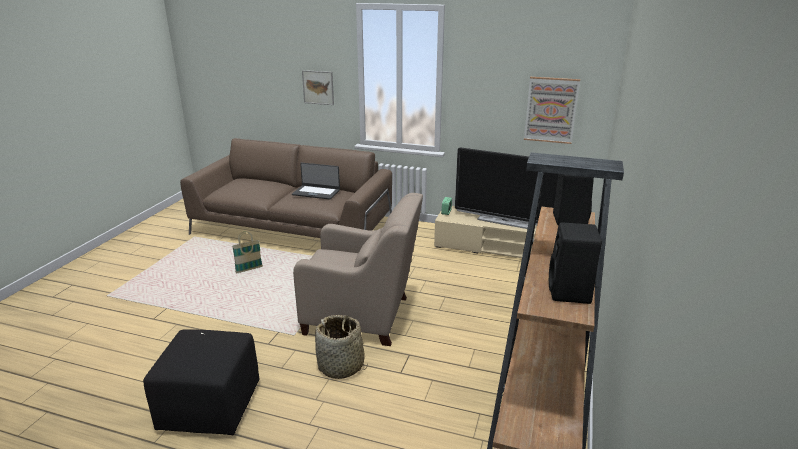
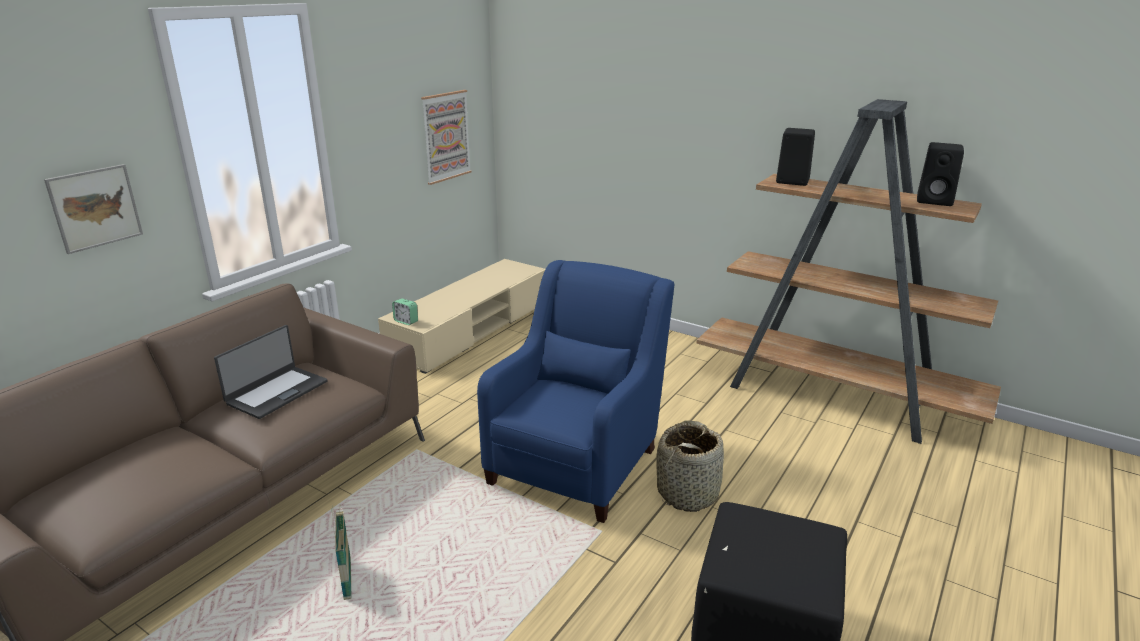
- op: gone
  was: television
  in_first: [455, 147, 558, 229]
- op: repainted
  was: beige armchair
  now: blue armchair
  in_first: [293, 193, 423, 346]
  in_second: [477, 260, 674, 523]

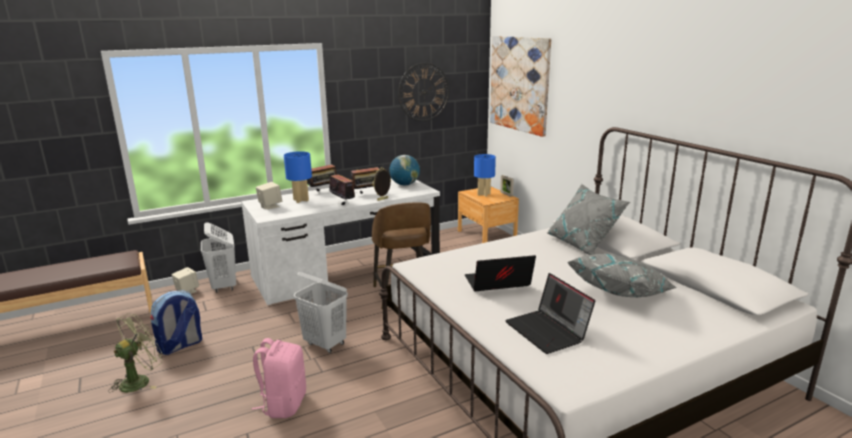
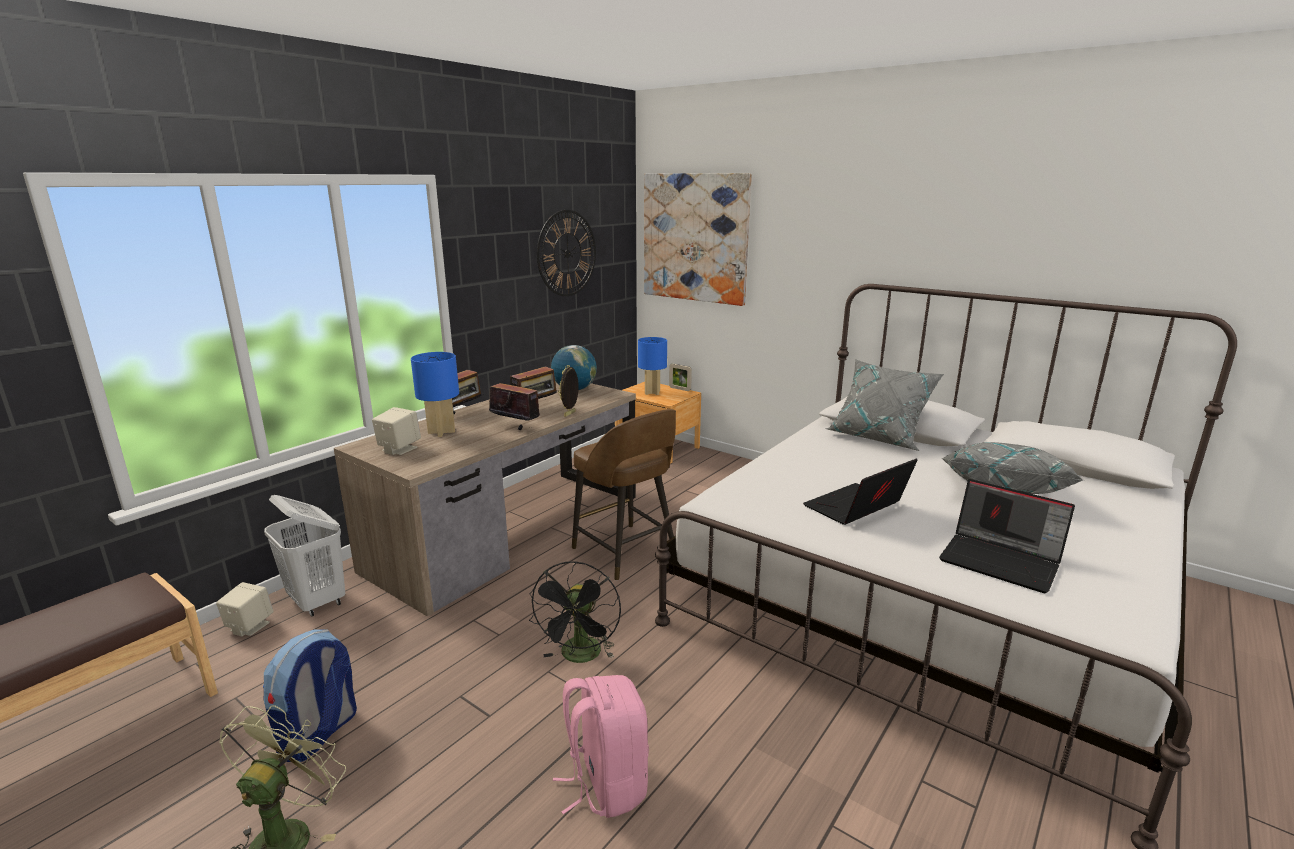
- op: repainted
  was: white desk
  now: brown desk
  in_first: [241, 178, 440, 305]
  in_second: [334, 381, 636, 616]
- op: swapped
  was: white laundry basket
  now: black fan
  in_first: [294, 272, 348, 353]
  in_second: [529, 561, 621, 663]

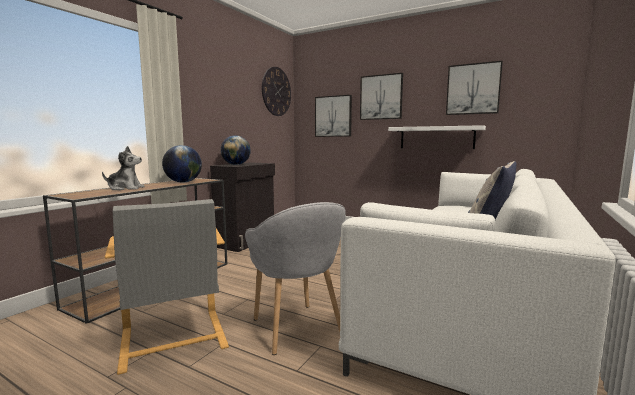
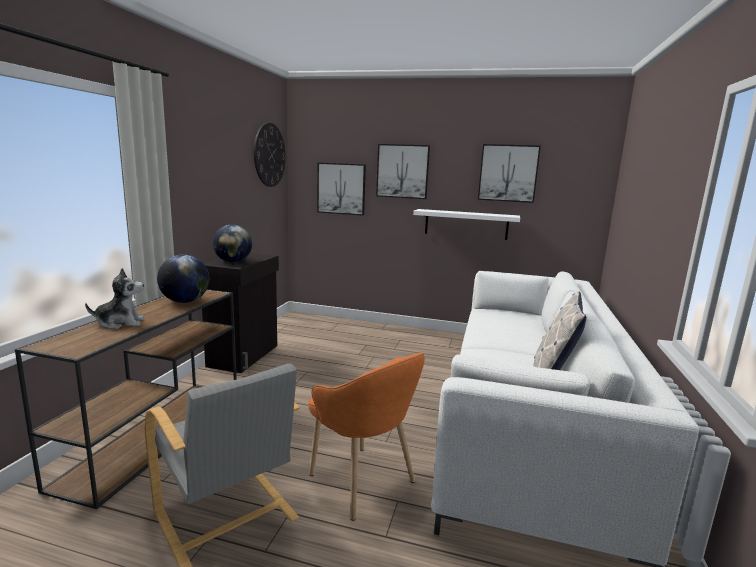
- op: repainted
  was: grey armchair
  now: orange armchair
  in_first: [245, 202, 346, 355]
  in_second: [308, 353, 425, 521]

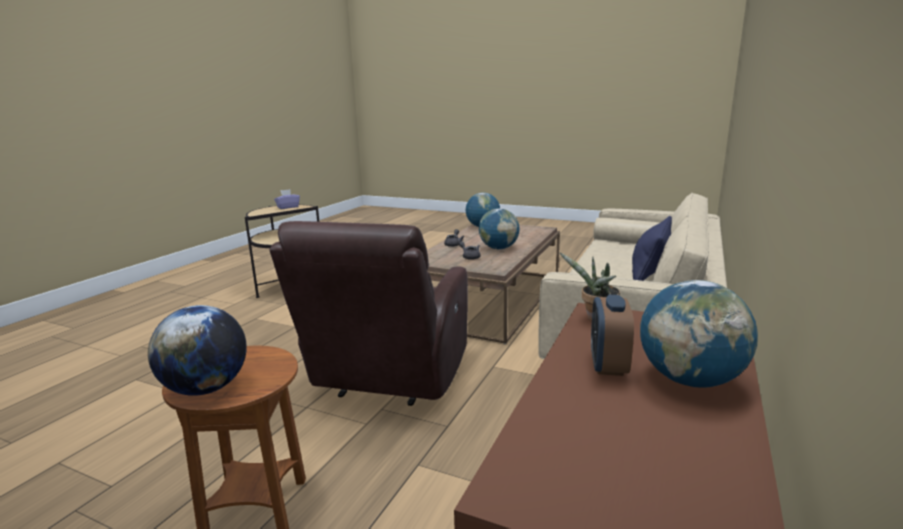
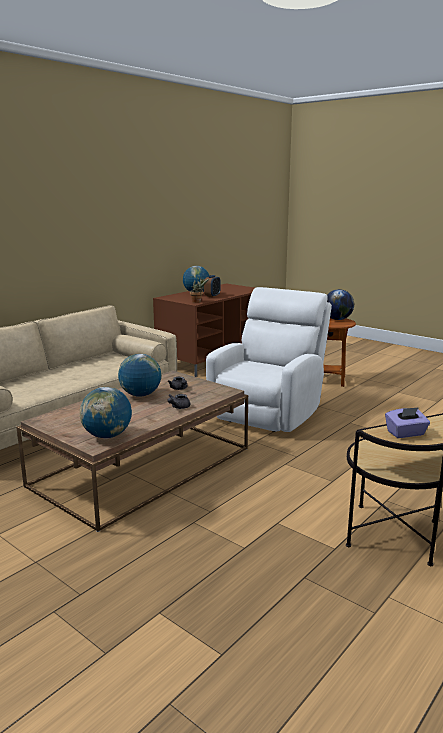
- op: gone
  was: blue pillow
  in_first: [632, 216, 672, 281]
- op: repainted
  was: brown armchair
  now: white armchair
  in_first: [270, 221, 468, 406]
  in_second: [206, 287, 332, 432]

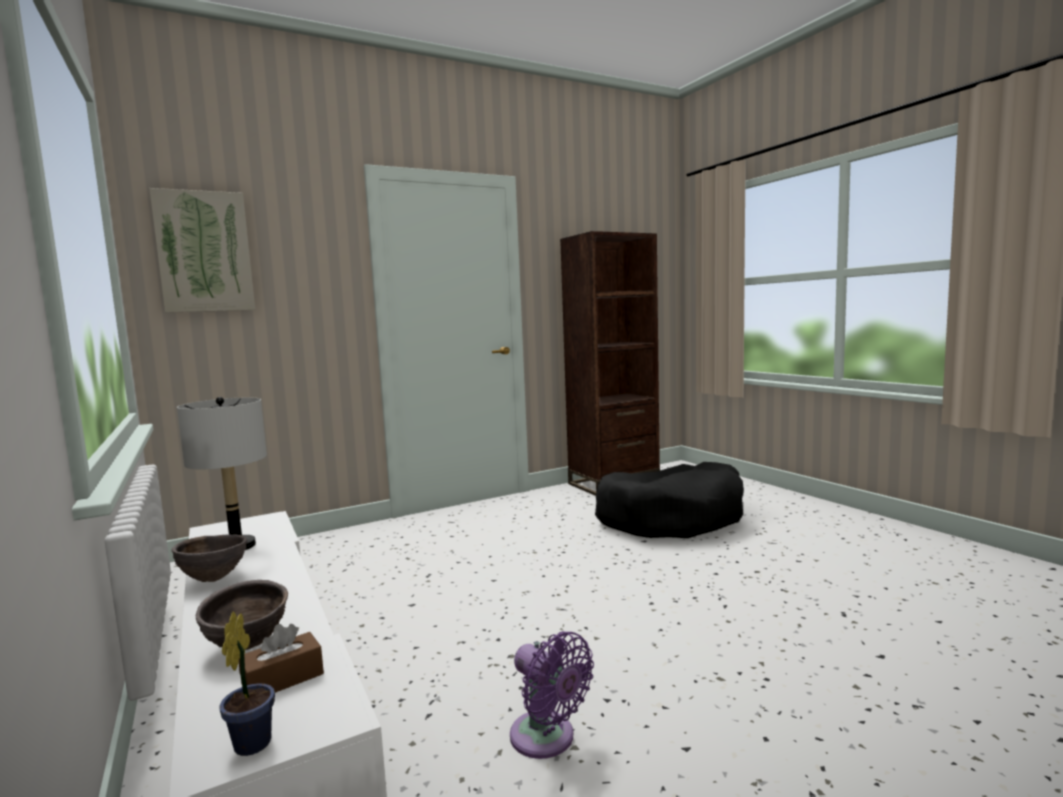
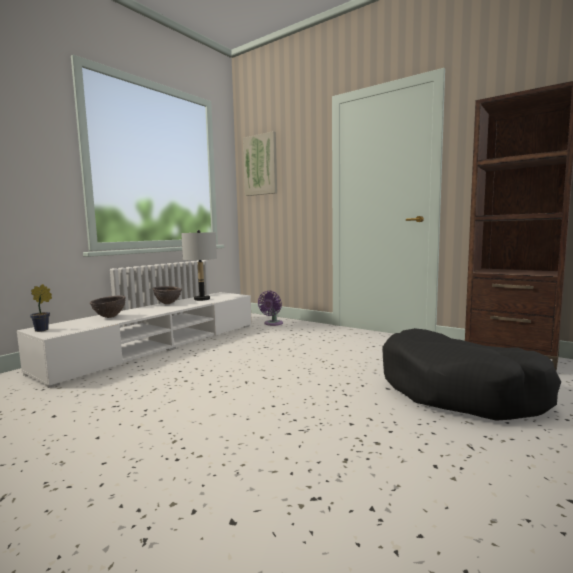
- op: gone
  was: brown tissue box
  in_first: [239, 624, 324, 693]
- op: shifted
  was: purple fan
  in_first: [510, 631, 594, 759]
  in_second: [258, 291, 283, 326]

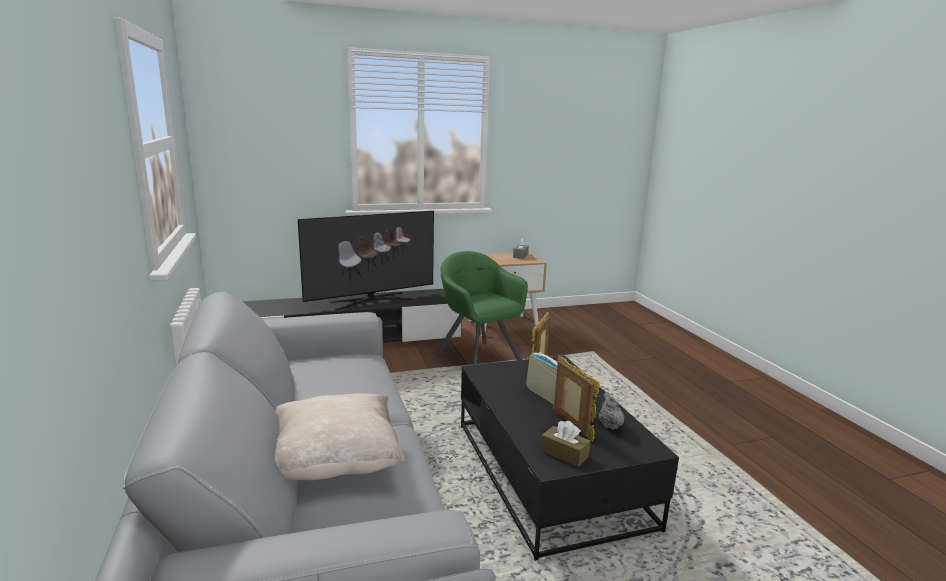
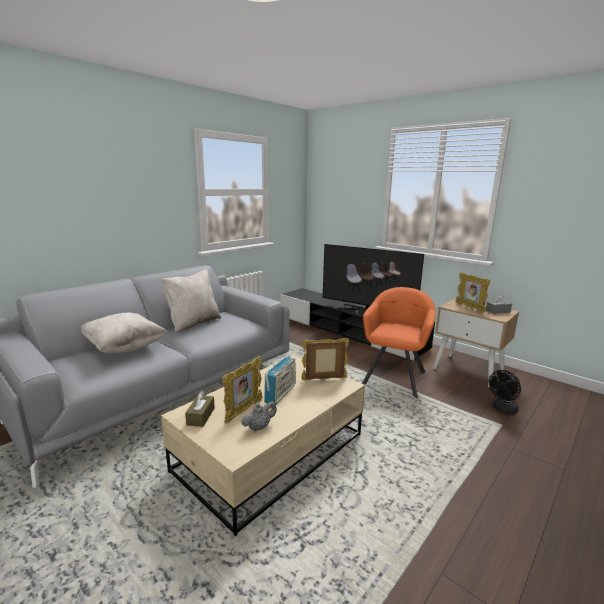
- op: repainted
  was: green armchair
  now: orange armchair
  in_first: [435, 251, 528, 365]
  in_second: [362, 287, 436, 398]
- op: repainted
  was: black coffee table
  now: beige coffee table
  in_first: [461, 355, 679, 561]
  in_second: [161, 355, 365, 536]
- op: new
  now: beige pillow
  in_second: [161, 270, 221, 333]
- op: new
  now: picture frame
  in_second: [456, 273, 490, 312]
- op: new
  now: black fan
  in_second: [489, 370, 521, 414]

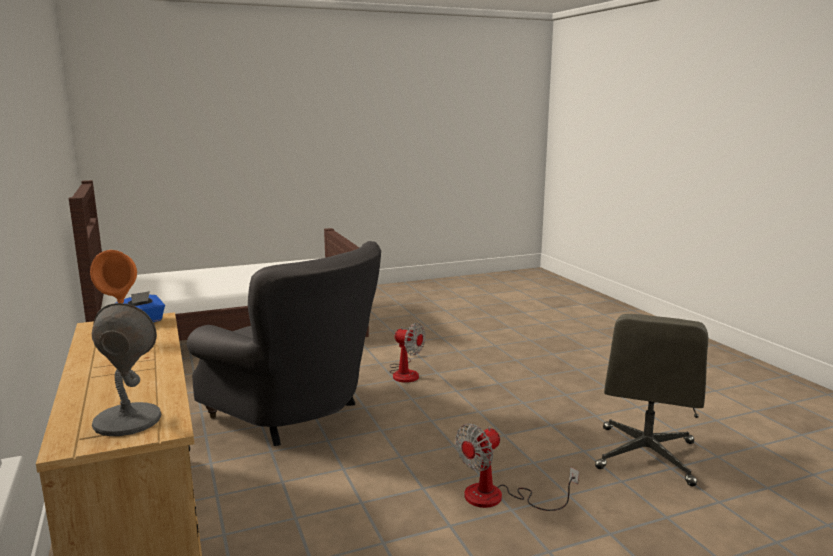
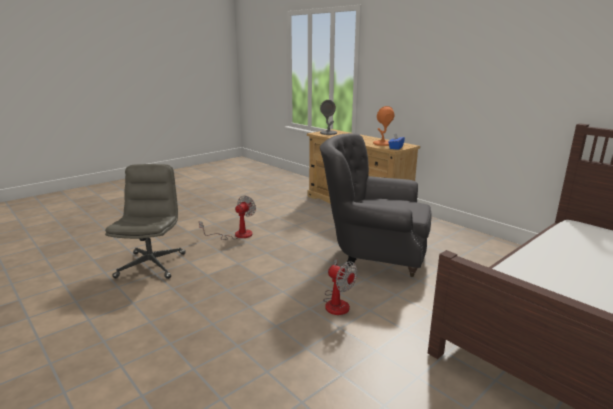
- op: rotated
  was: fan
  in_first: [389, 323, 425, 383]
  in_second: [323, 259, 358, 315]
  clockwise: -150

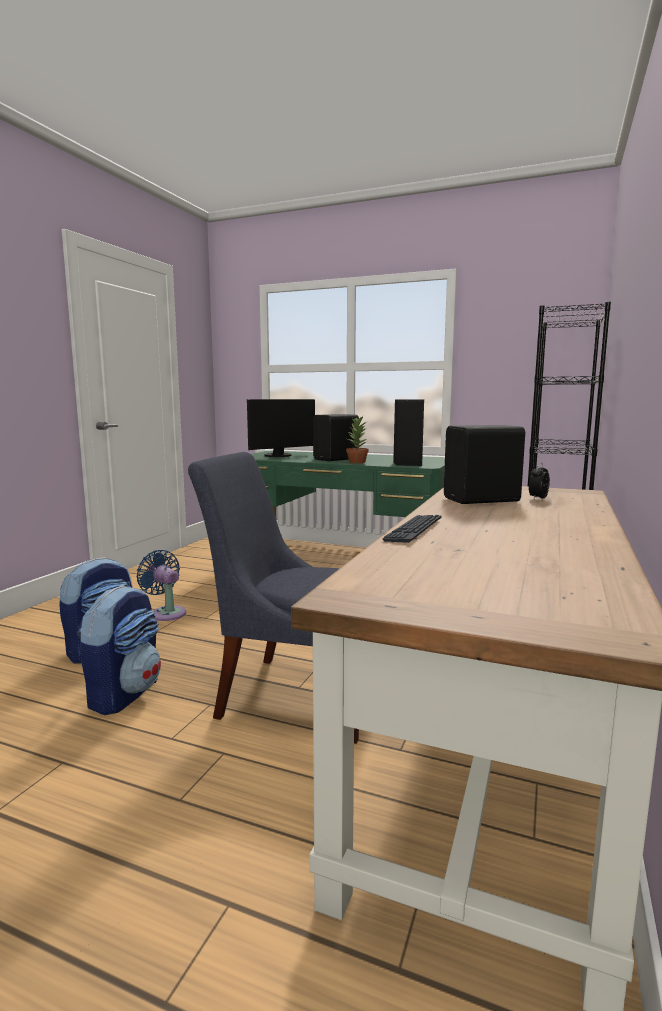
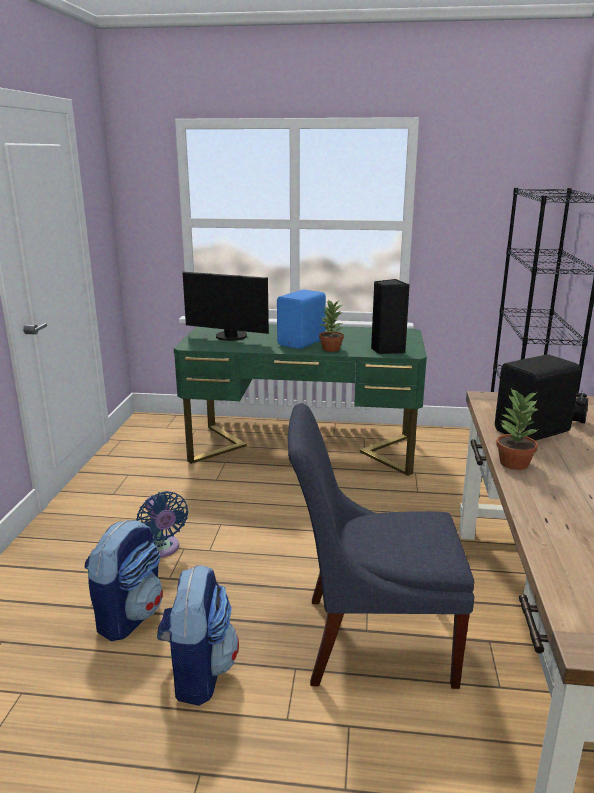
- op: rotated
  was: monitor
  in_first: [247, 399, 315, 457]
  in_second: [183, 272, 269, 341]
  clockwise: 75
- op: repainted
  was: black speaker
  now: blue speaker
  in_first: [313, 414, 359, 461]
  in_second: [277, 290, 326, 349]
- op: gone
  was: keyboard
  in_first: [382, 515, 442, 543]
- op: rotated
  was: blue fan
  in_first: [136, 550, 186, 621]
  in_second: [136, 491, 188, 558]
  clockwise: -150
- op: new
  now: potted plant
  in_second: [496, 388, 539, 470]

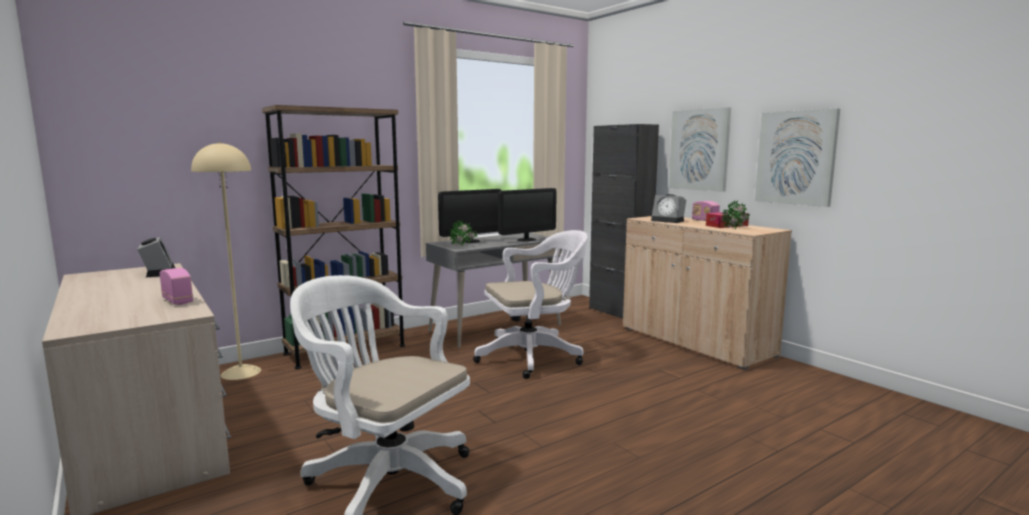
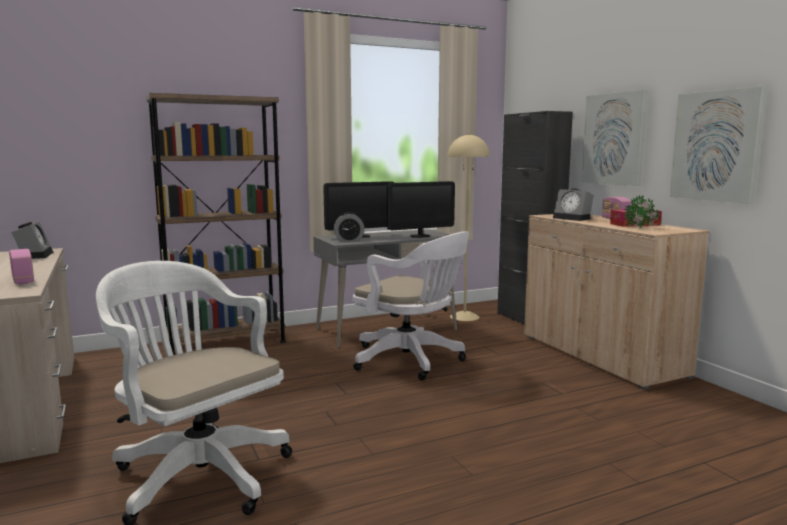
- op: shifted
  was: beige floor lamp
  in_first: [191, 142, 261, 380]
  in_second: [448, 134, 490, 321]
- op: swapped
  was: potted plant
  now: alarm clock
  in_first: [449, 221, 477, 246]
  in_second: [334, 212, 365, 241]
- op: rotated
  was: white office chair
  in_first: [473, 230, 588, 379]
  in_second: [353, 231, 469, 380]
  clockwise: 45

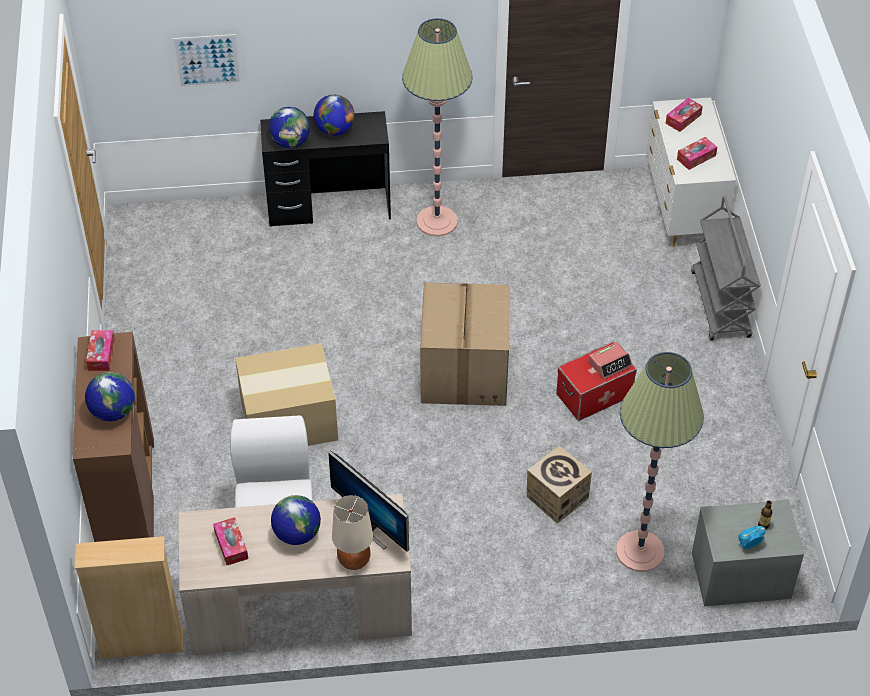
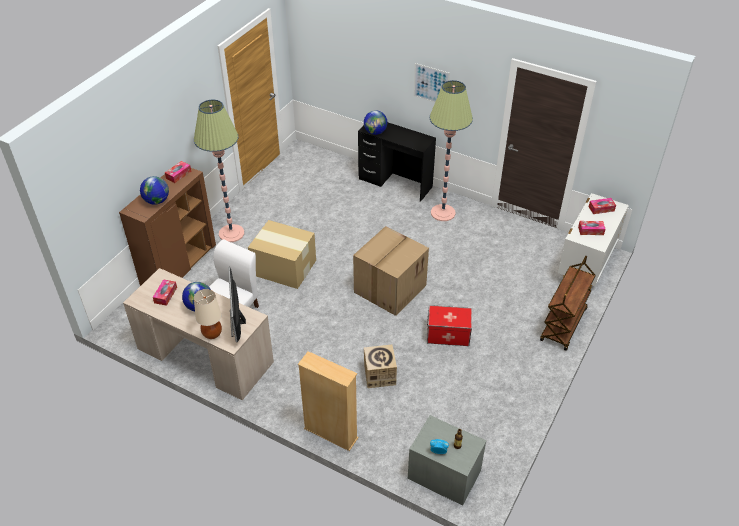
- op: shifted
  was: picture
  in_first: [172, 34, 242, 88]
  in_second: [413, 63, 450, 103]
- op: gone
  was: globe
  in_first: [314, 95, 355, 136]
- op: repainted
  was: grey cart
  now: brown cart
  in_first: [691, 196, 761, 341]
  in_second: [540, 256, 596, 351]
- op: gone
  was: alarm clock
  in_first: [589, 342, 632, 380]
- op: shifted
  was: floor lamp
  in_first: [616, 352, 704, 572]
  in_second: [194, 100, 244, 242]
- op: shifted
  was: beige bookcase
  in_first: [74, 536, 183, 659]
  in_second: [298, 351, 358, 451]

